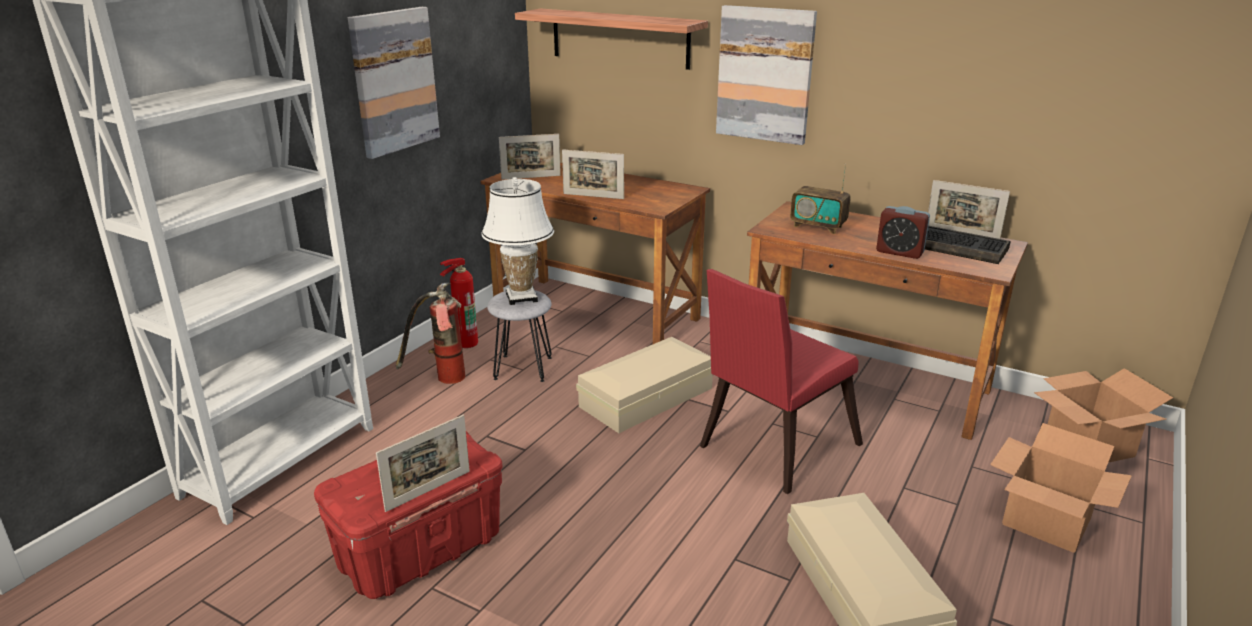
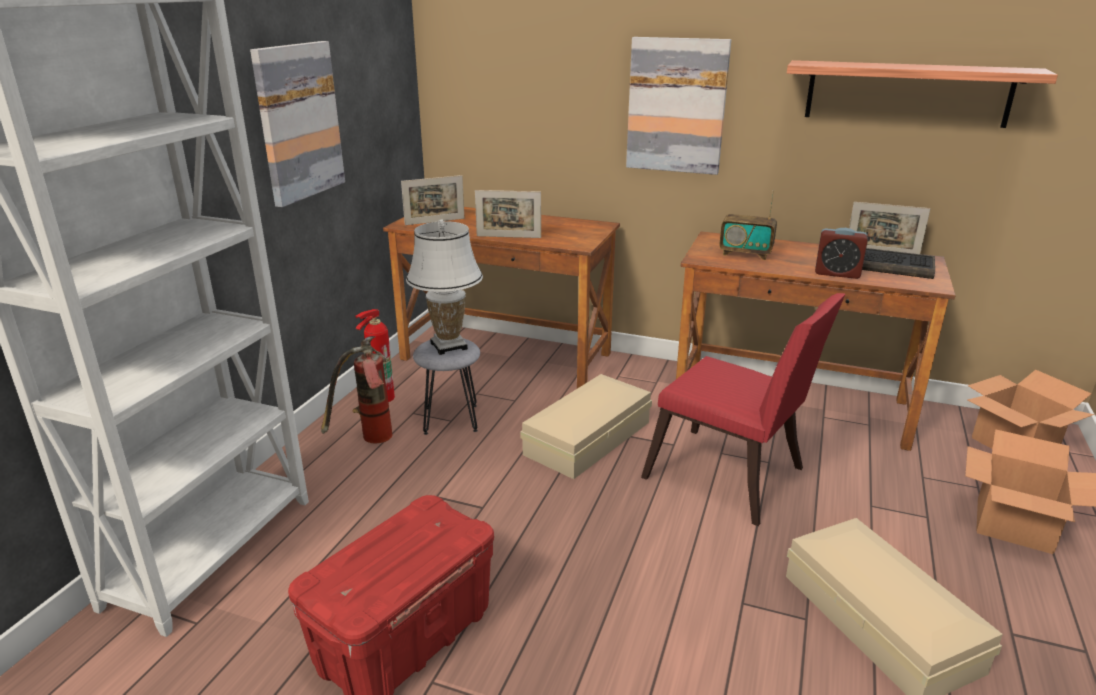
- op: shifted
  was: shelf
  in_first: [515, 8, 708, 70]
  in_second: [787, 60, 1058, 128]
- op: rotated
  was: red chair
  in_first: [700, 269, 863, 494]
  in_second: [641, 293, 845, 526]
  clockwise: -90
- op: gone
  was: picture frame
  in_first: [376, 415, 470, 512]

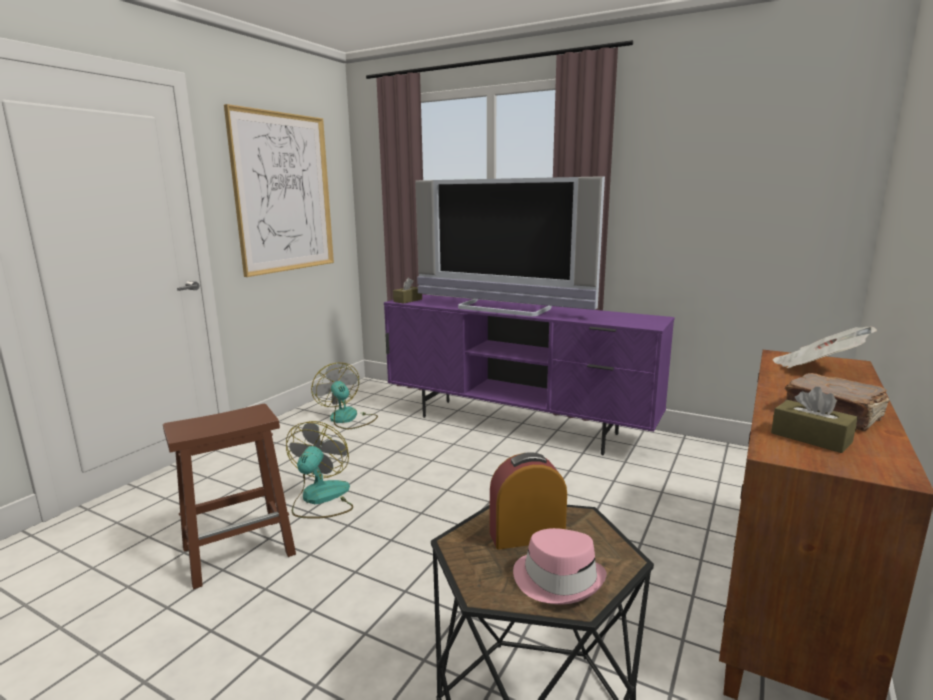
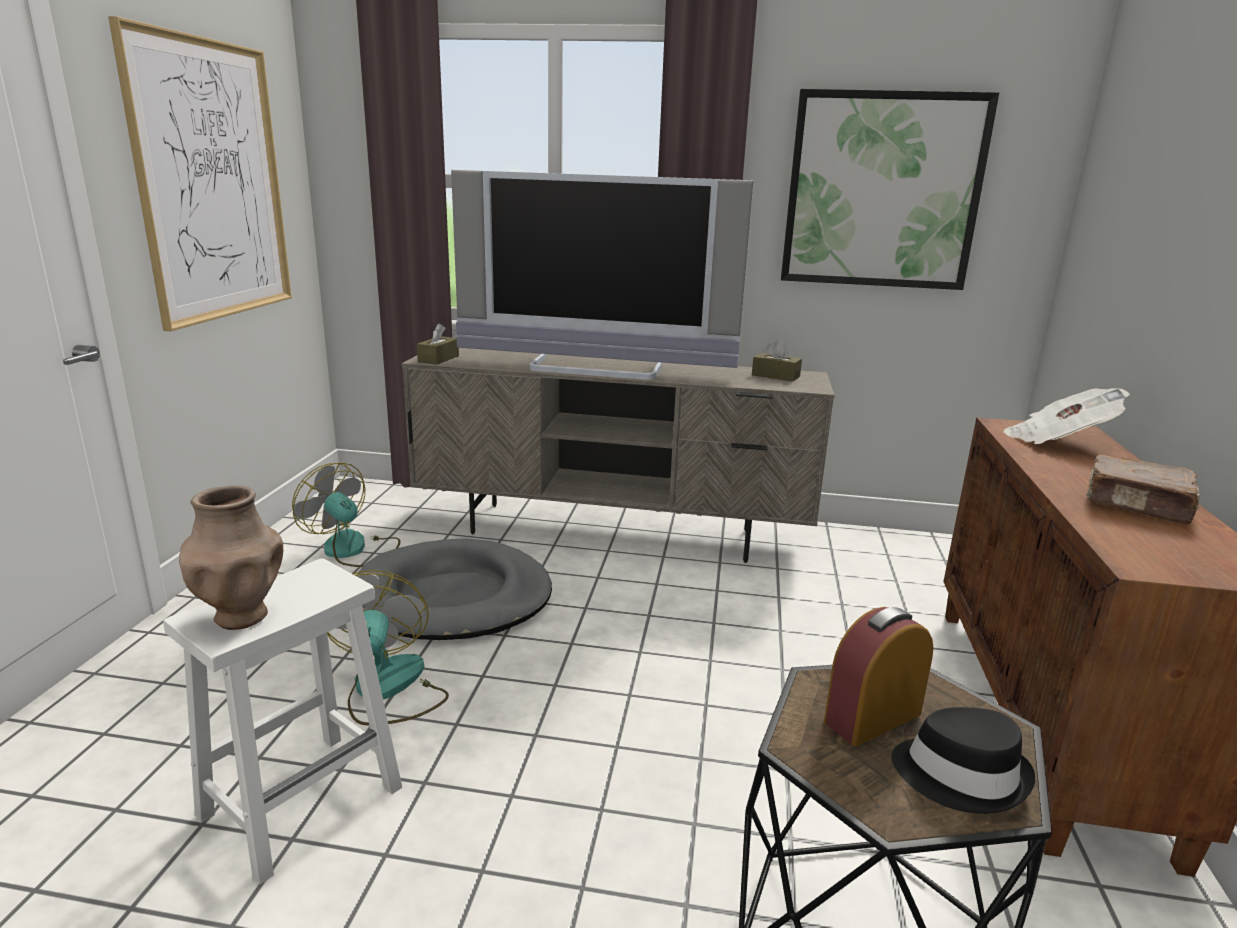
- op: repainted
  was: purple tv stand
  now: beige tv stand
  in_first: [384, 294, 675, 455]
  in_second: [402, 348, 834, 563]
- op: shifted
  was: brown tissue box
  in_first: [771, 387, 858, 453]
  in_second: [752, 340, 802, 382]
- op: repainted
  was: brown stool
  now: white stool
  in_first: [163, 404, 296, 589]
  in_second: [163, 559, 402, 884]
- op: repainted
  was: pink hat
  now: black hat
  in_first: [513, 528, 607, 604]
  in_second: [891, 707, 1035, 814]
- op: new
  now: picture
  in_second: [781, 89, 999, 290]
- op: new
  now: brown vase
  in_second: [179, 485, 284, 630]
- op: new
  now: grey dog bed
  in_second: [357, 539, 552, 640]

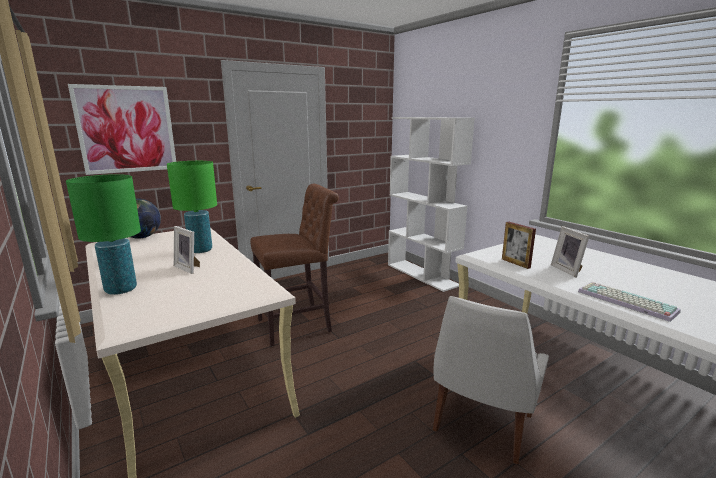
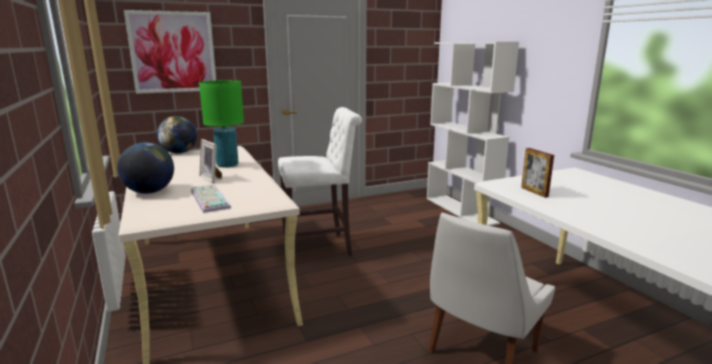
- op: swapped
  was: green table lamp
  now: globe
  in_first: [66, 174, 141, 295]
  in_second: [117, 142, 174, 194]
- op: repainted
  was: brown stool
  now: white stool
  in_first: [250, 184, 339, 346]
  in_second: [278, 107, 362, 256]
- op: gone
  was: picture frame
  in_first: [551, 226, 589, 277]
- op: shifted
  was: keyboard
  in_first: [578, 282, 681, 322]
  in_second: [191, 184, 231, 213]

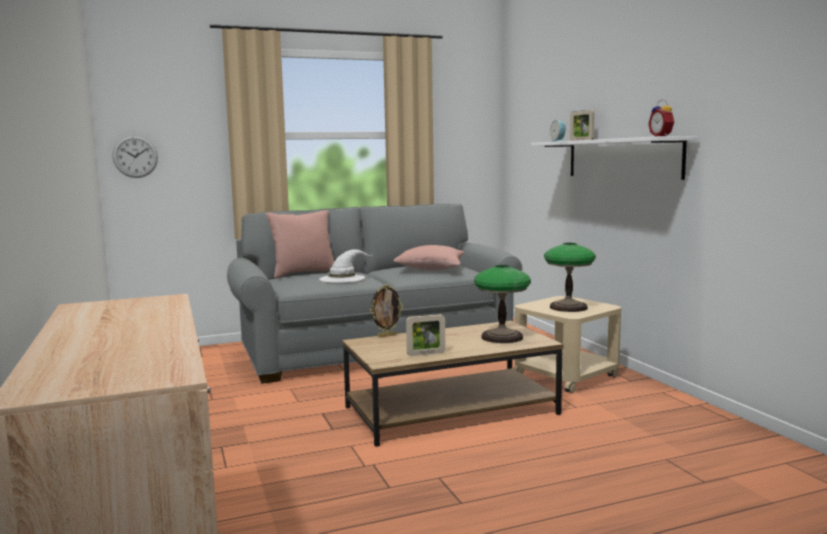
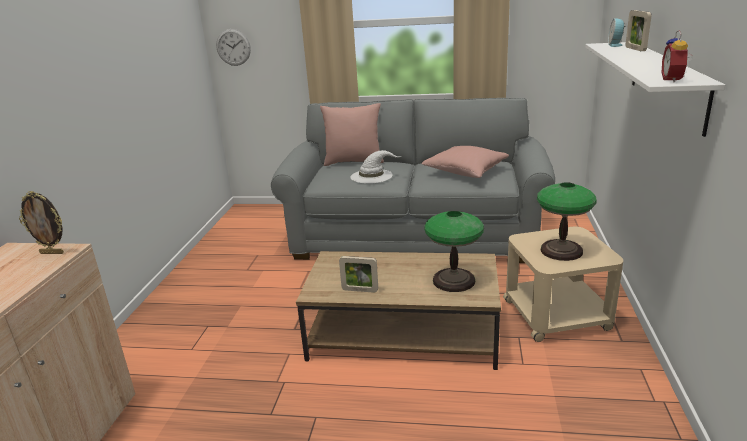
- op: shifted
  was: picture frame
  in_first: [370, 284, 403, 337]
  in_second: [19, 191, 64, 254]

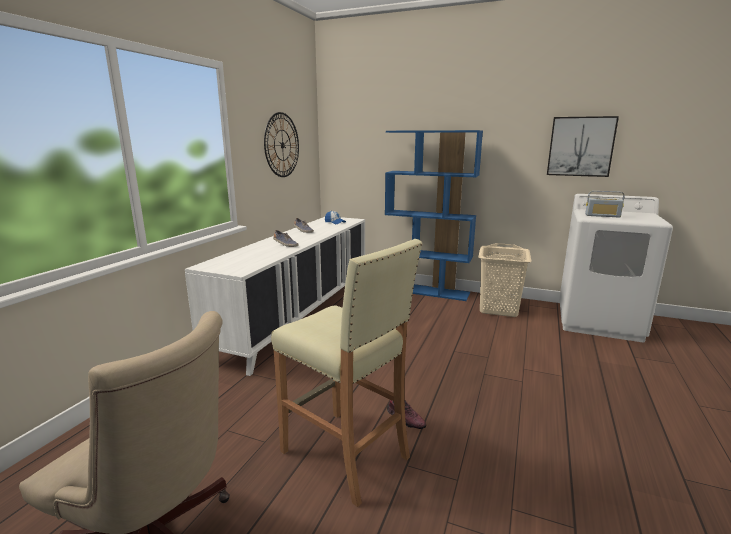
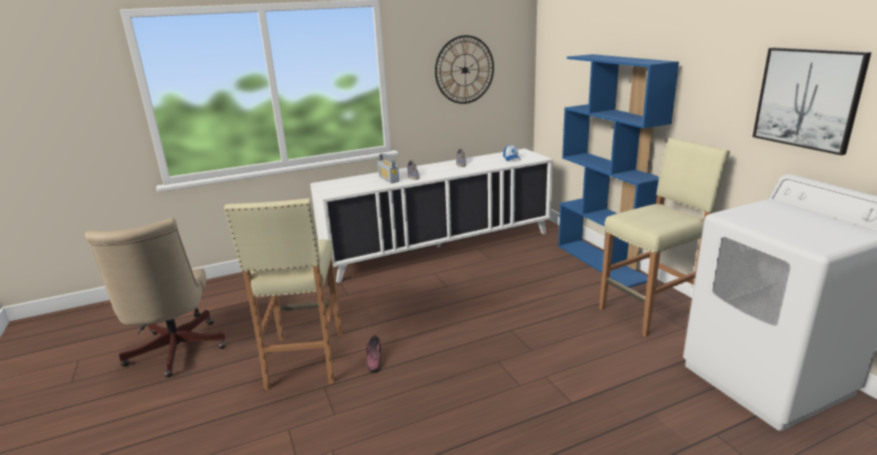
- op: shifted
  was: radio
  in_first: [585, 191, 624, 218]
  in_second: [378, 153, 399, 183]
- op: swapped
  was: beige laundry basket
  now: beige stool
  in_first: [478, 243, 532, 317]
  in_second: [599, 138, 730, 337]

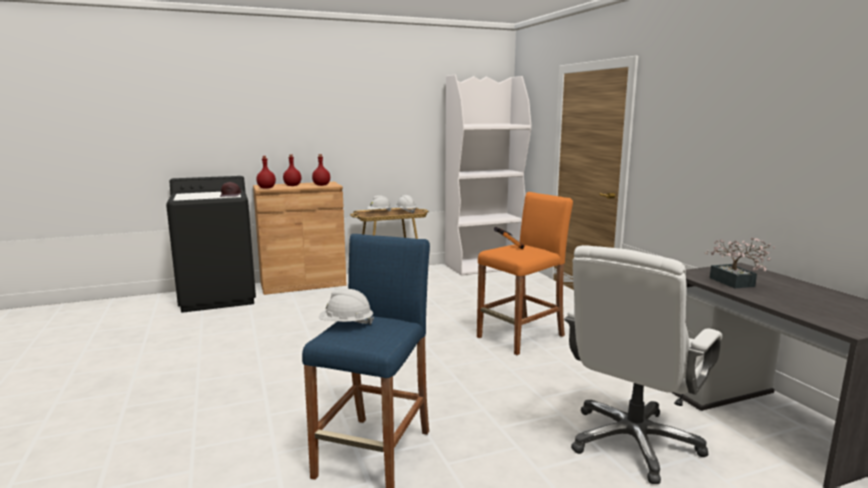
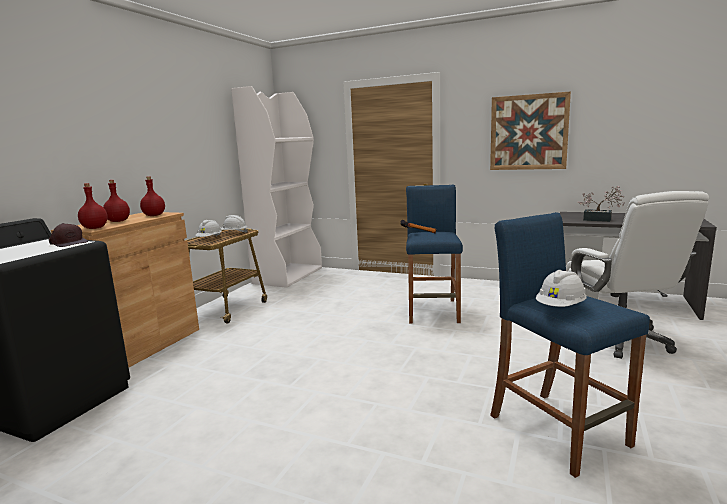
- op: repainted
  was: orange stool
  now: blue stool
  in_first: [477, 192, 573, 355]
  in_second: [406, 184, 463, 323]
- op: new
  now: picture
  in_second: [490, 92, 571, 170]

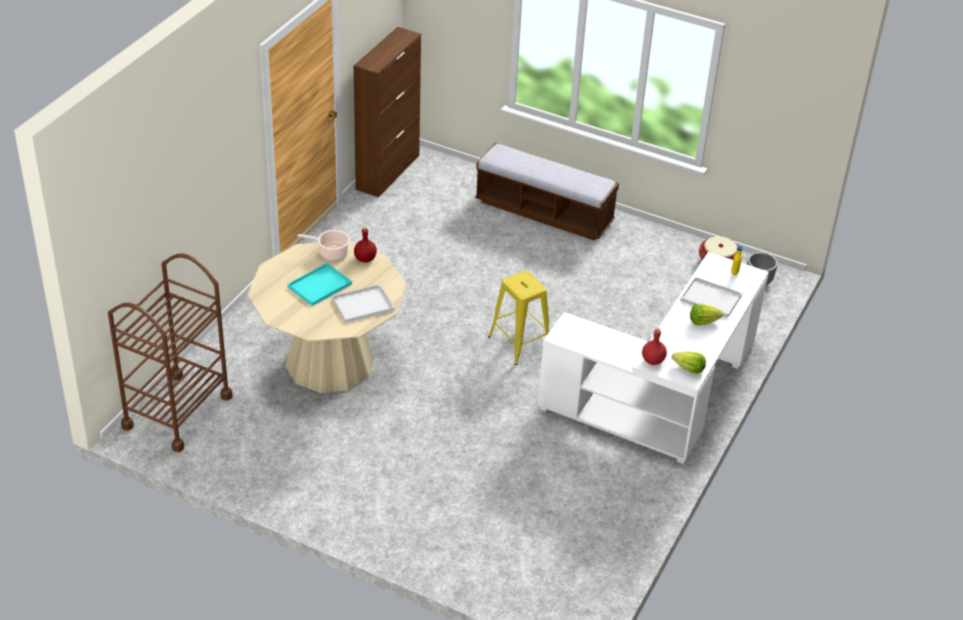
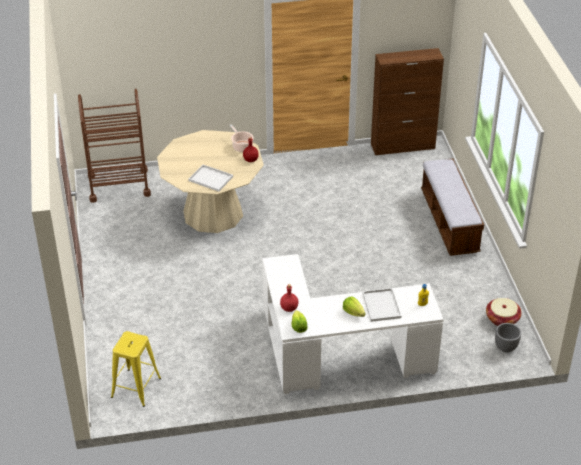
- op: gone
  was: turquoise tray
  in_first: [287, 263, 352, 306]
- op: shifted
  was: yellow stool
  in_first: [488, 271, 549, 365]
  in_second: [111, 331, 161, 407]

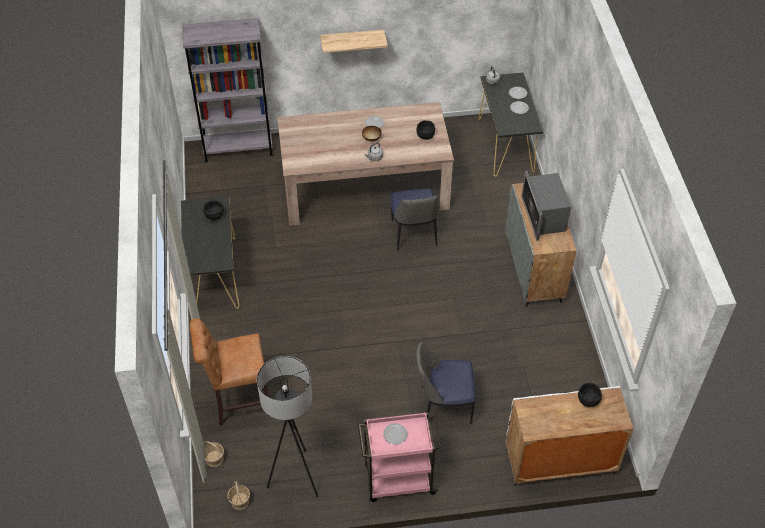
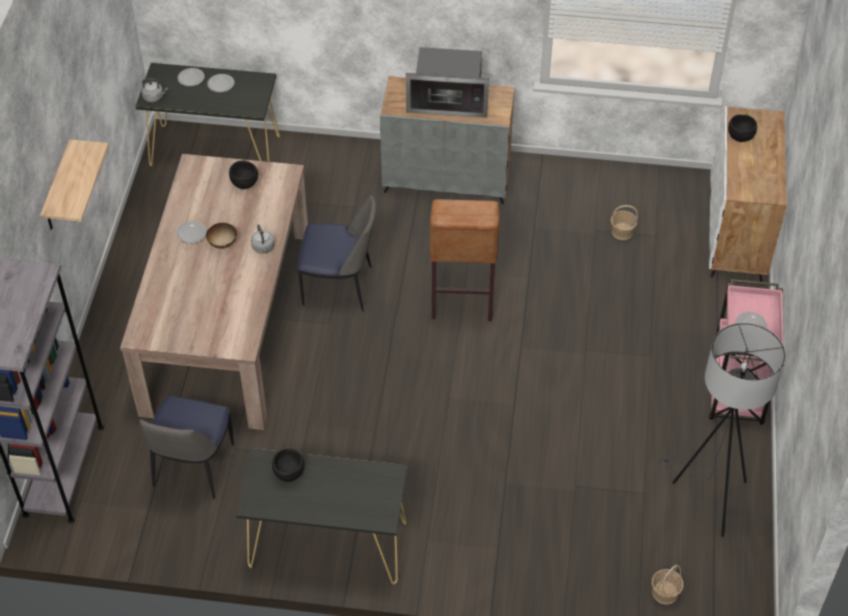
- op: shifted
  was: brown stool
  in_first: [190, 318, 269, 425]
  in_second: [430, 199, 500, 321]
- op: shifted
  was: chair
  in_first: [416, 342, 476, 424]
  in_second: [139, 396, 234, 500]
- op: shifted
  was: basket
  in_first: [227, 481, 250, 510]
  in_second: [611, 205, 638, 240]

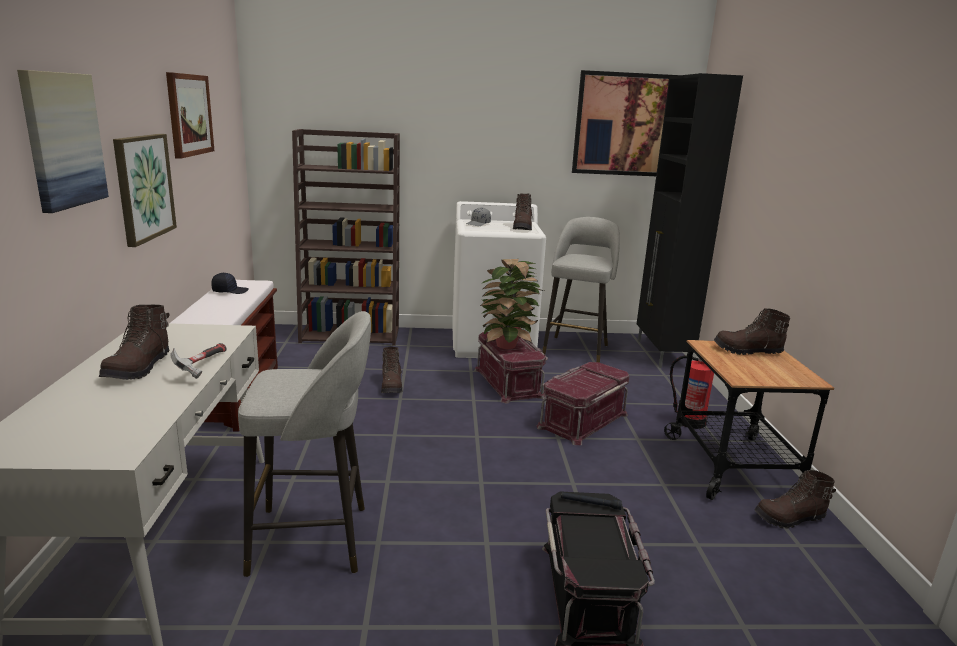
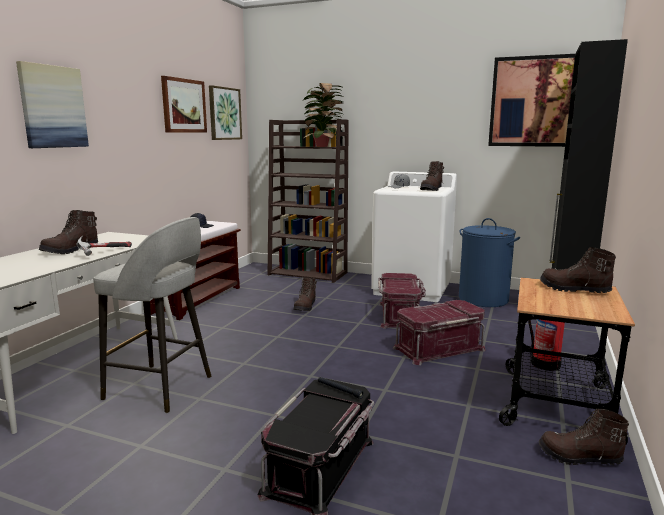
- op: shifted
  was: picture
  in_first: [113, 134, 177, 247]
  in_second: [209, 85, 242, 140]
- op: swapped
  was: grey stool
  now: blue laundry basket
  in_first: [543, 217, 620, 363]
  in_second: [459, 218, 520, 307]
- op: shifted
  was: potted plant
  in_first: [480, 259, 544, 349]
  in_second: [303, 83, 344, 147]

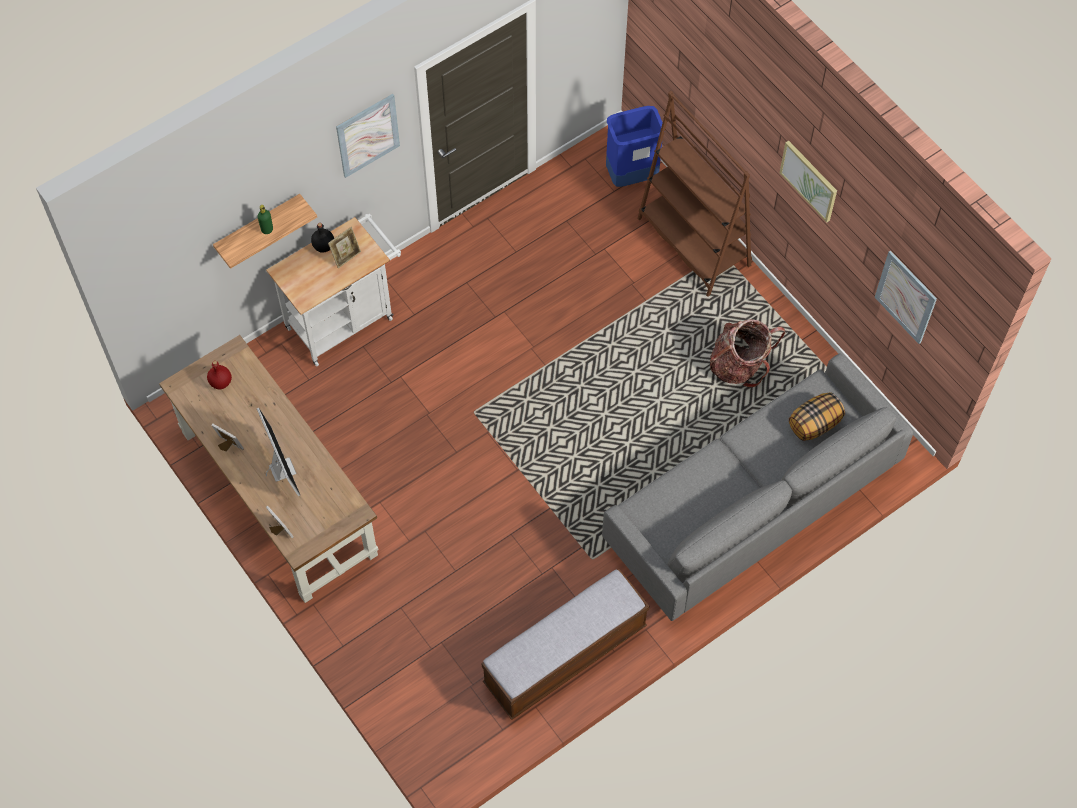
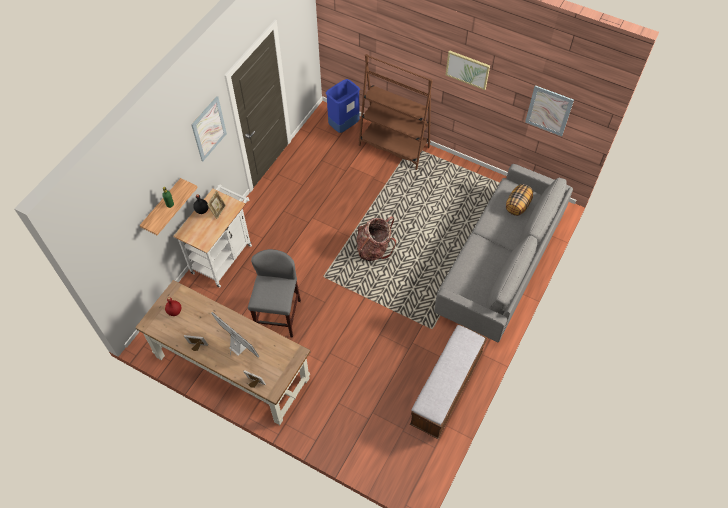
- op: shifted
  was: backpack
  in_first: [710, 319, 785, 388]
  in_second: [356, 216, 396, 261]
- op: new
  now: grey stool
  in_second: [248, 249, 301, 338]

